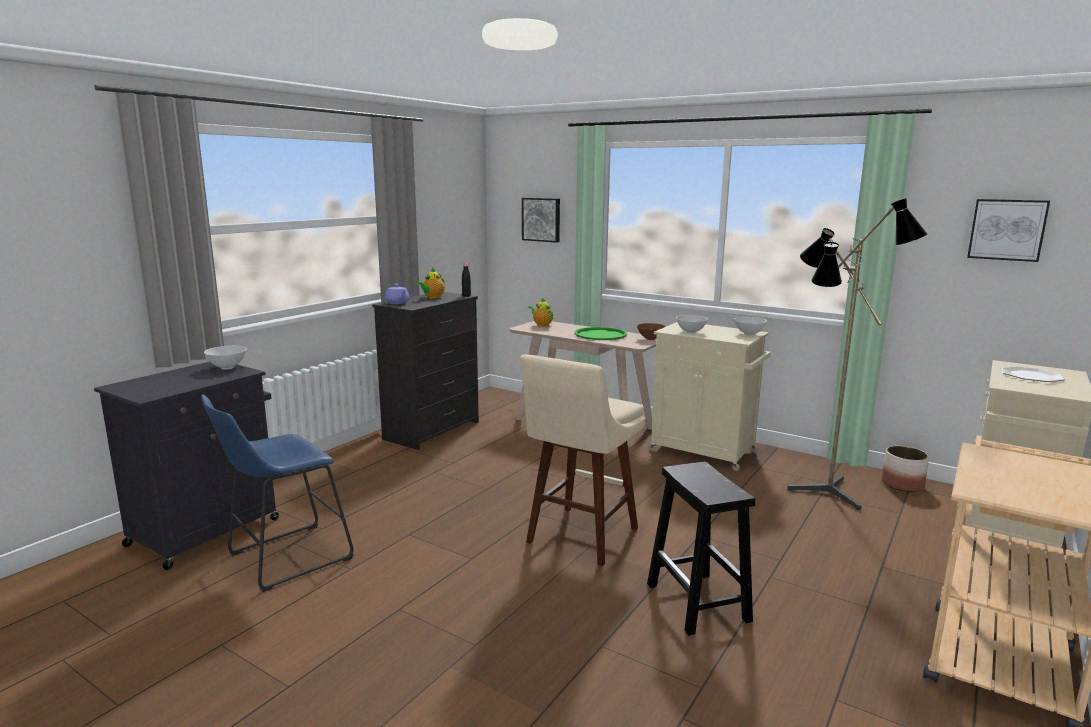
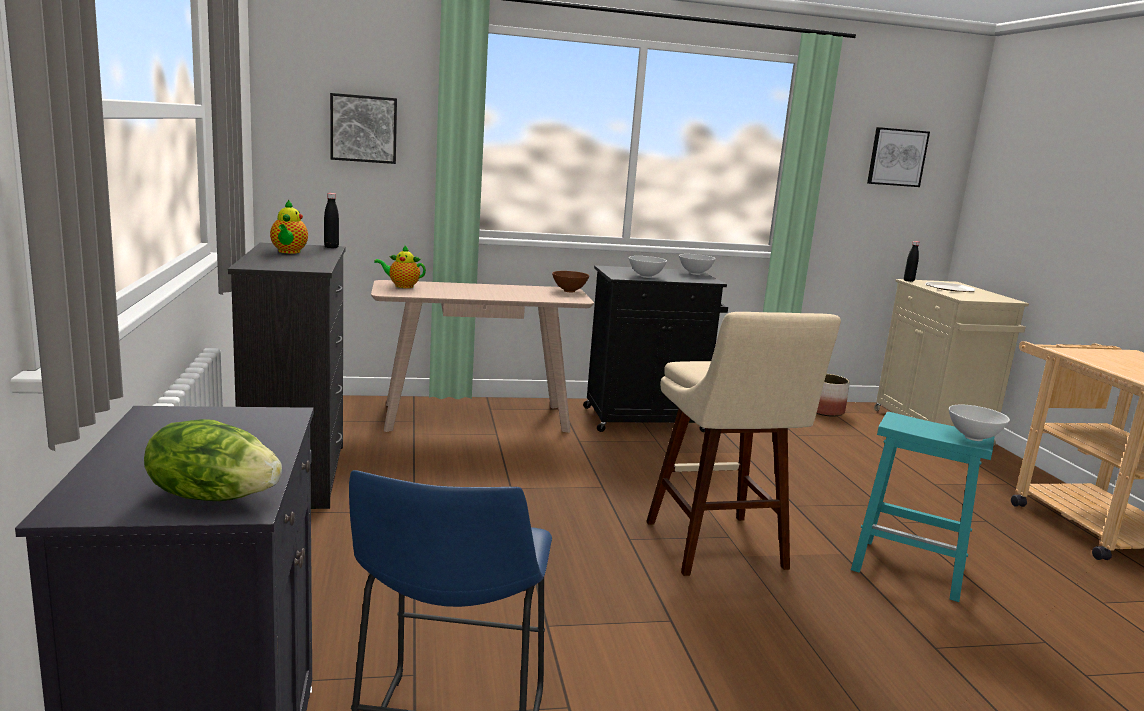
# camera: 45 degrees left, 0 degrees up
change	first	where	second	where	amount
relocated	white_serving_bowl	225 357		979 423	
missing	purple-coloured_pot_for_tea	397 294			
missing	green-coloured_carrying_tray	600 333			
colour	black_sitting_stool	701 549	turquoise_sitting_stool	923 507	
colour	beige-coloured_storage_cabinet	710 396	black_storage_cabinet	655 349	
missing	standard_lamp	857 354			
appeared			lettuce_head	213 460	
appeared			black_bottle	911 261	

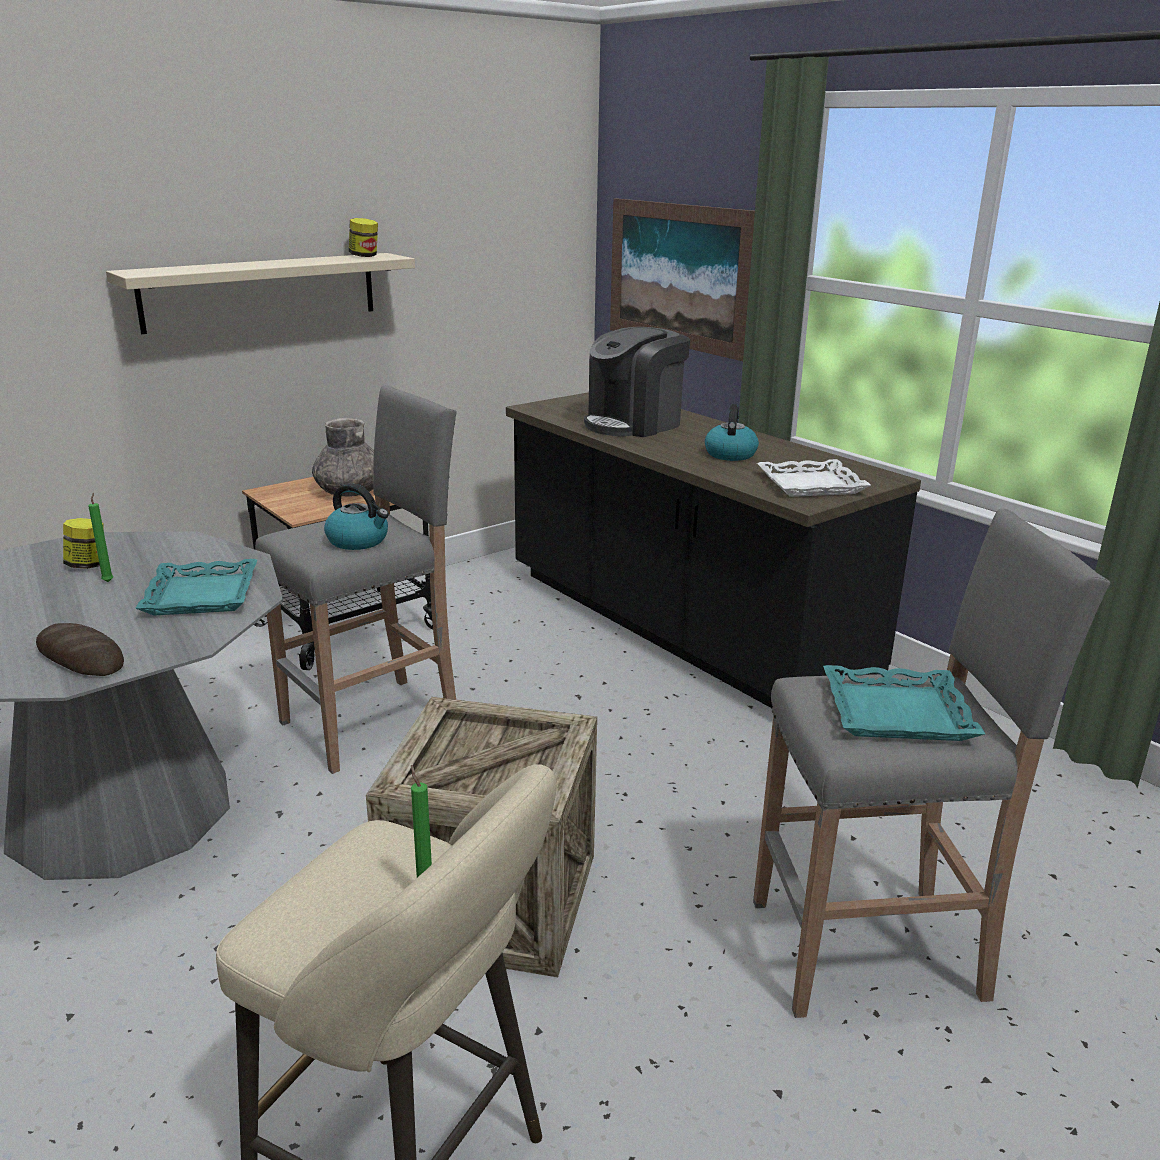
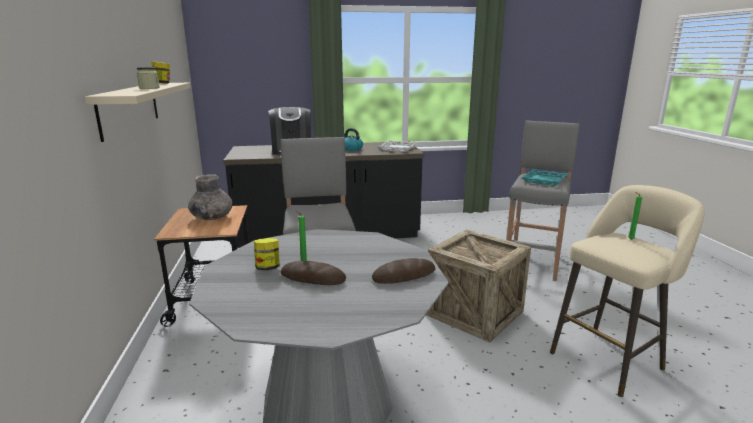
# camera: 60 degrees left, 5 degrees down
change	first	where	second	where	amount
missing	turquoise_carrying_tray	196 587			
missing	water_kettle	356 516			
missing	wall_picture	682 279			
appeared			jar	148 78	
appeared			baked_bread	313 273	

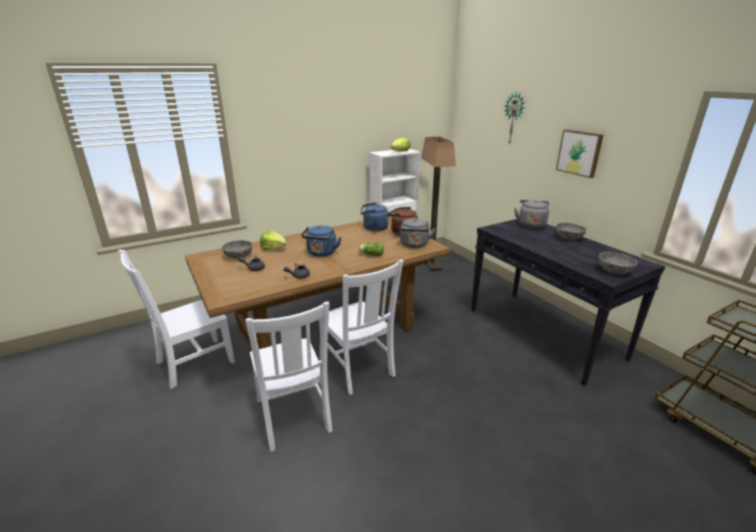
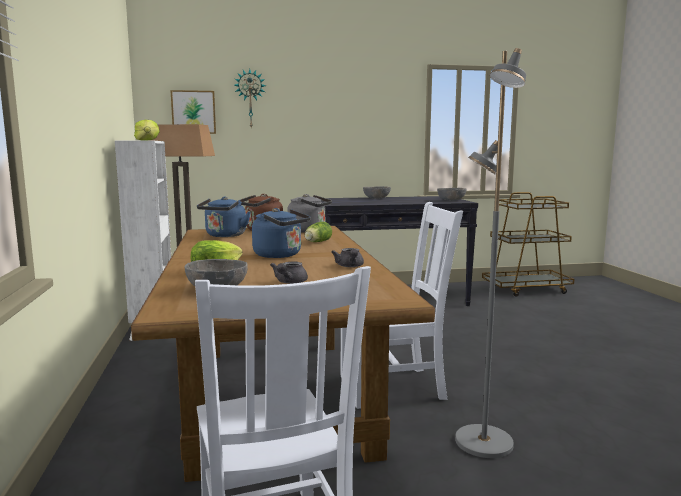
# camera: 70 degrees left, 15 degrees down
change	first	where	second	where	amount
exchanged	white_plain_chair	289 376	grey_standard_lamp	490 253	
missing	grey_water_kettle	531 214			
relocated	wall_picture	579 153		193 112	

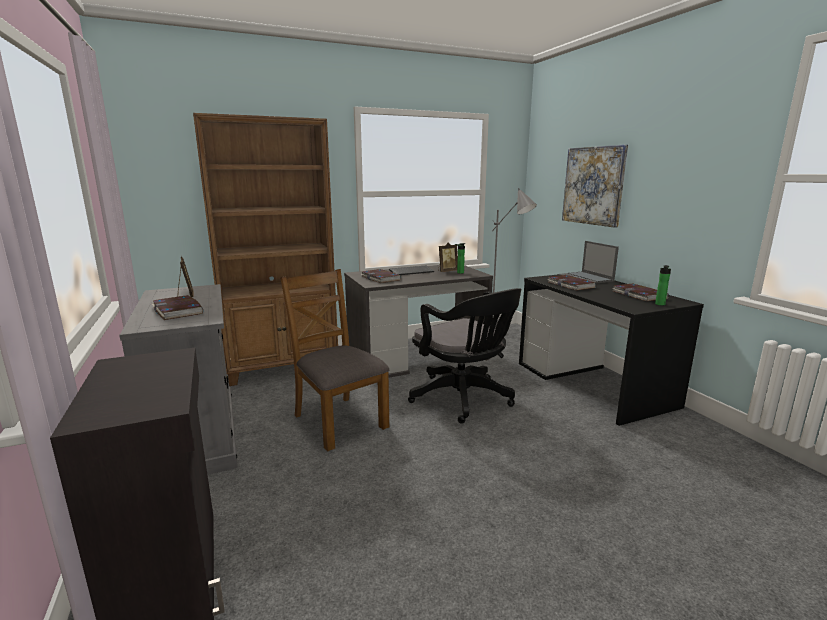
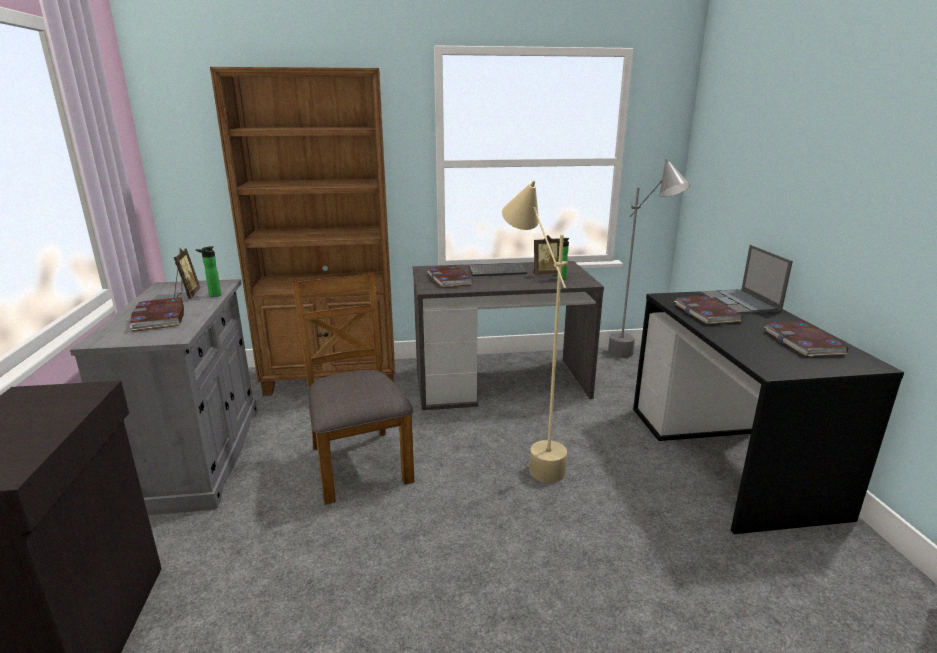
# camera: 15 degrees right, 5 degrees up
change	first	where	second	where	amount
exchanged	black_desk_chair	464 356	beige-coloured_standard_lamp	536 331	
missing	wall_picture	595 186			
relocated	bottle	663 285		208 271	

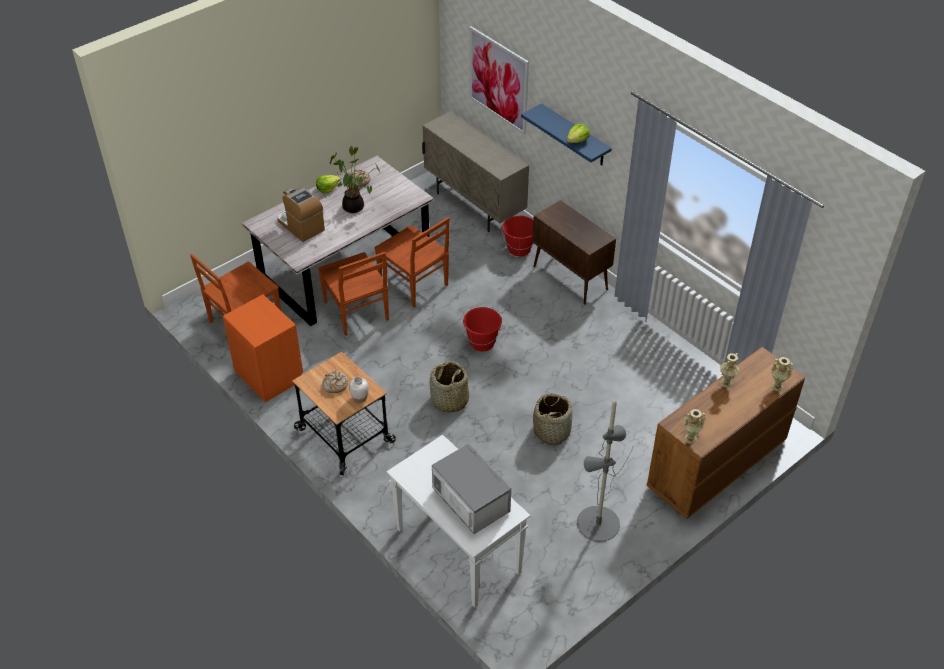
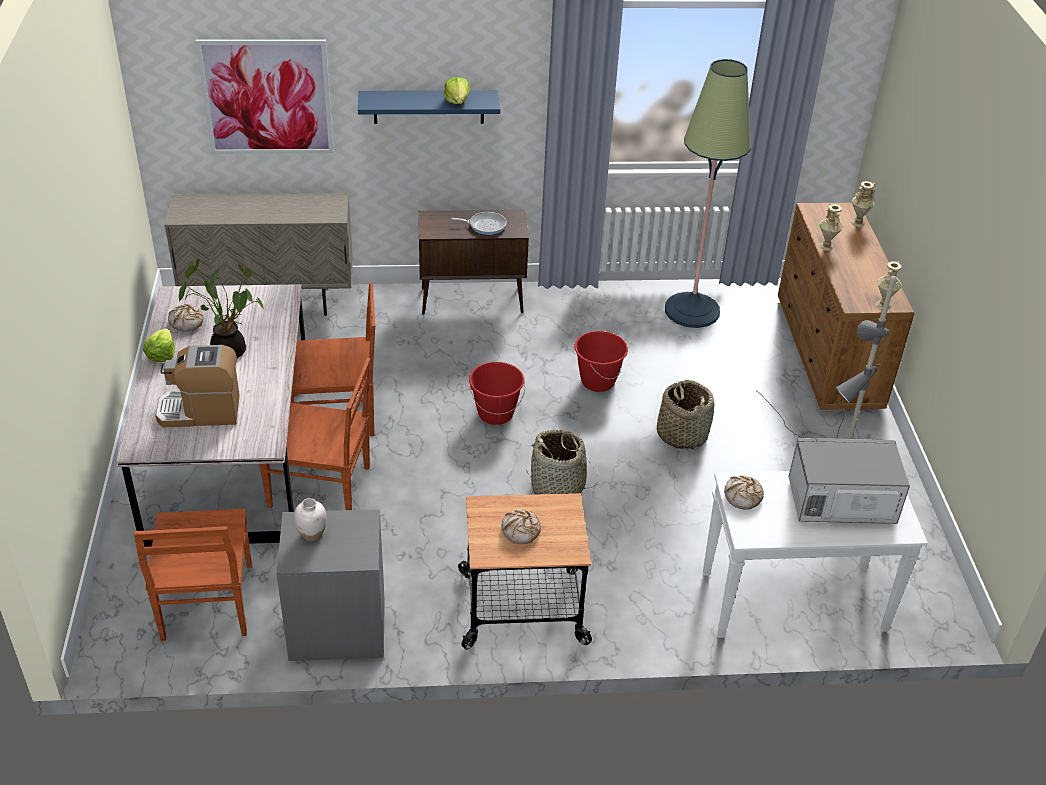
# camera: 55 degrees left, 5 degrees down
change	first	where	second	where	amount
colour	orangey_nightstand	263 348	grey_nightstand	331 585	
relocated	white_decorative_vase	359 390		310 519	
relocated	red-coloured_water_bucket	517 235		601 361	
appeared			frying_pan	479 223	
appeared			standard_lamp	708 193	
appeared			baked_bread	744 493	

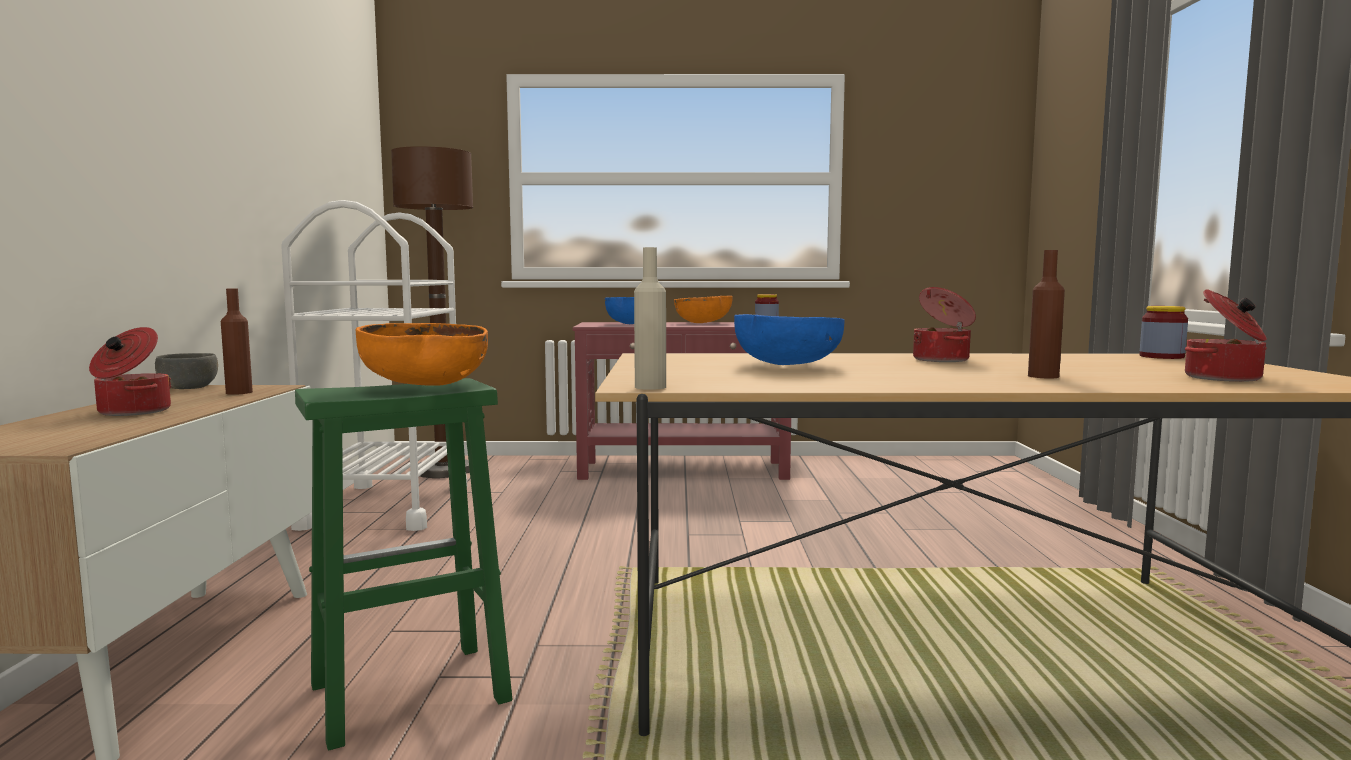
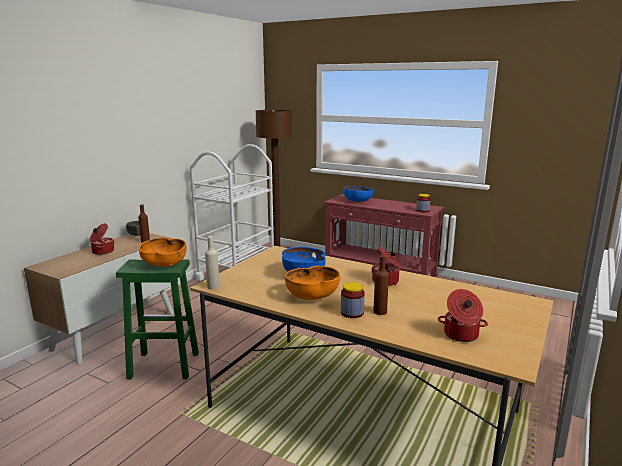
# camera: 30 degrees right, 10 degrees up
change	first	where	second	where	amount
relocated	orangey_serving_bowl	703 309		312 283	
relocated	jar	1164 332		353 300	

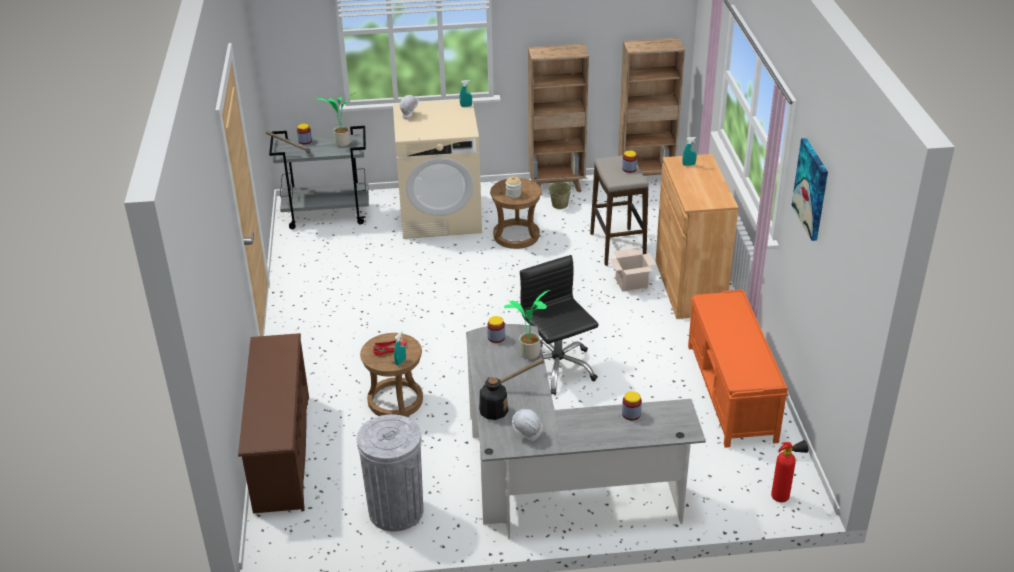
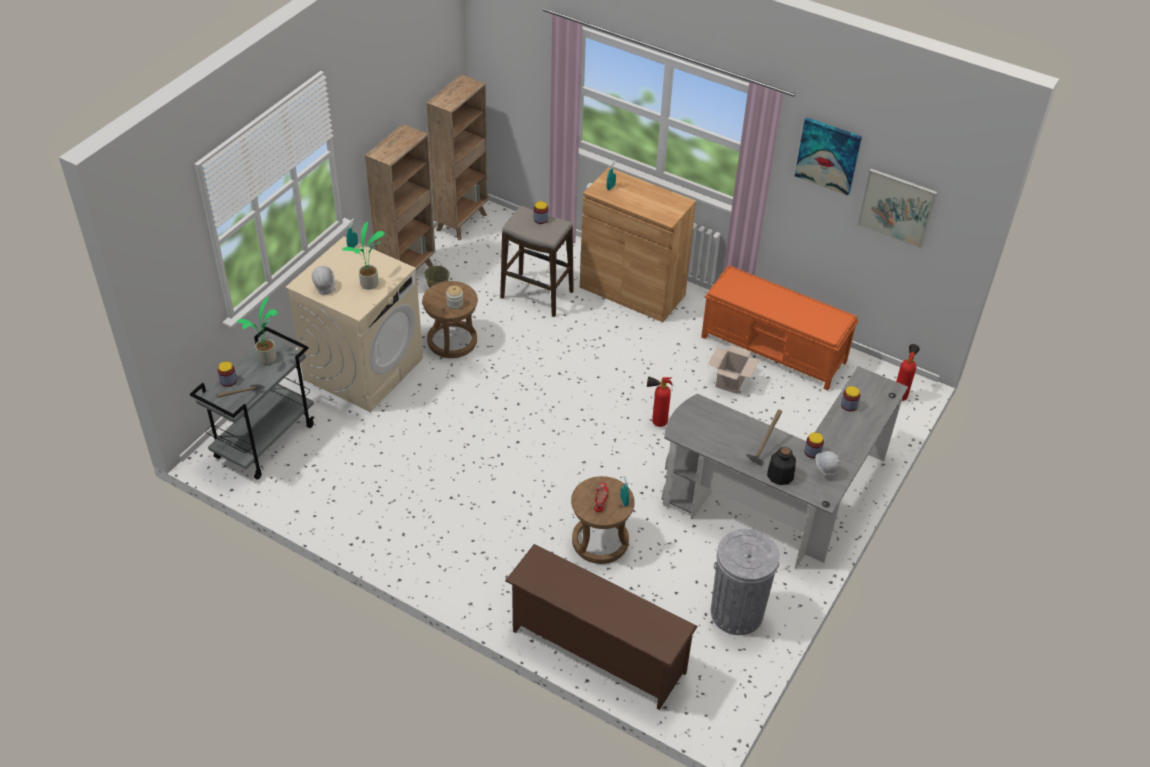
# camera: 55 degrees left, 10 degrees up
change	first	where	second	where	amount
relocated	jar	496 329		814 445	
relocated	potted_plant	527 324		363 256	
exchanged	black_desk_chair	559 325	fire_extinguisher	659 401	
relocated	carton	633 270		734 369	
appeared			wall_picture	897 209	

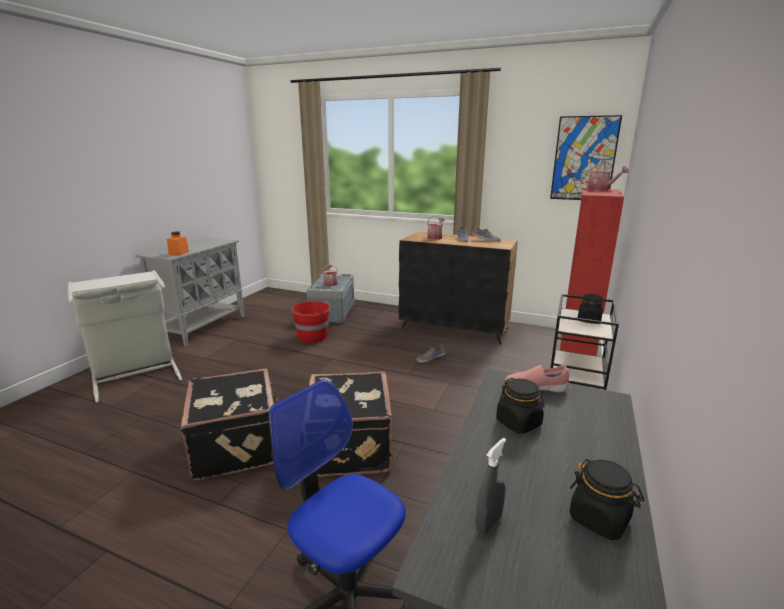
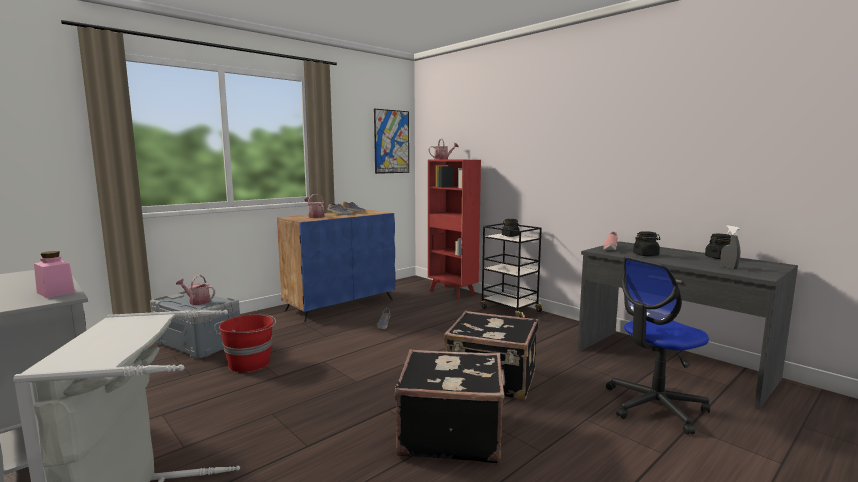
# camera: 65 degrees left, 10 degrees down
change	first	where	second	where	amount
colour	orangey_jar	178 243	pinkish_jar	54 274	
colour	black_storage_cabinet	458 288	blue-coloured_storage_cabinet	336 265	

